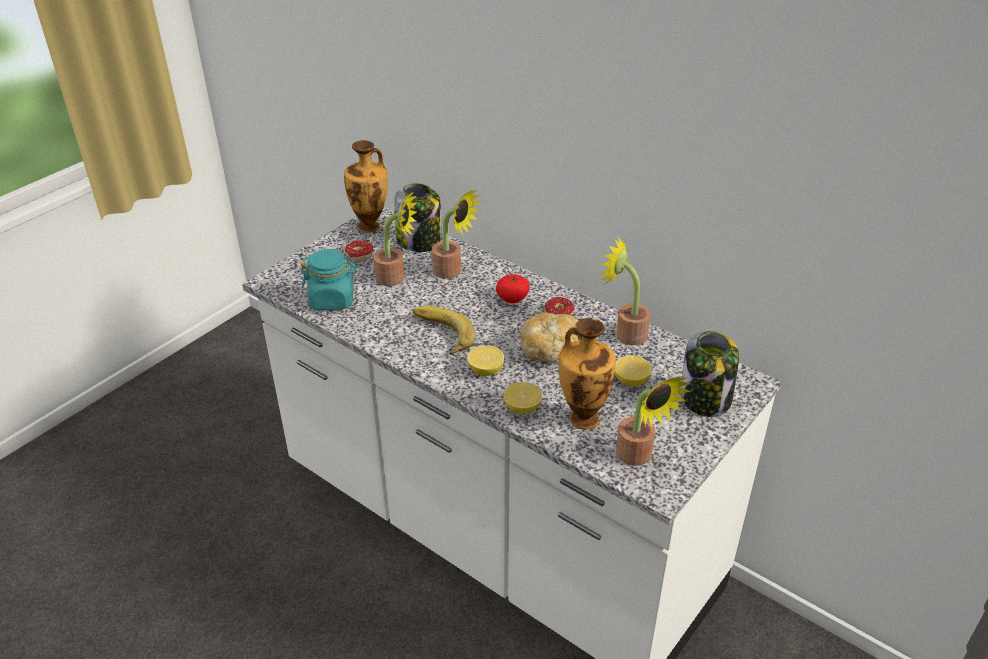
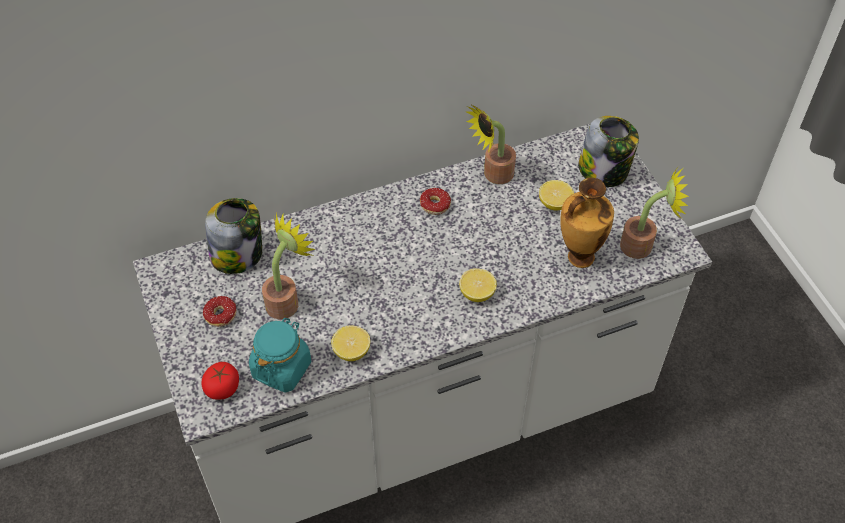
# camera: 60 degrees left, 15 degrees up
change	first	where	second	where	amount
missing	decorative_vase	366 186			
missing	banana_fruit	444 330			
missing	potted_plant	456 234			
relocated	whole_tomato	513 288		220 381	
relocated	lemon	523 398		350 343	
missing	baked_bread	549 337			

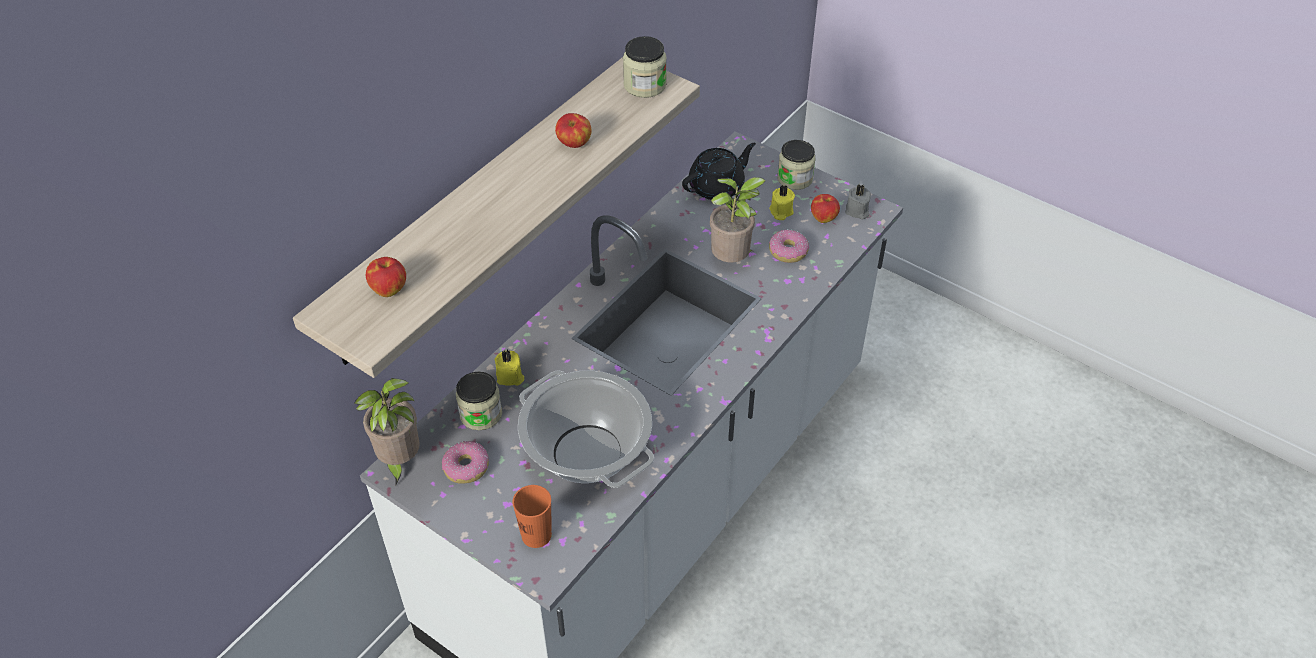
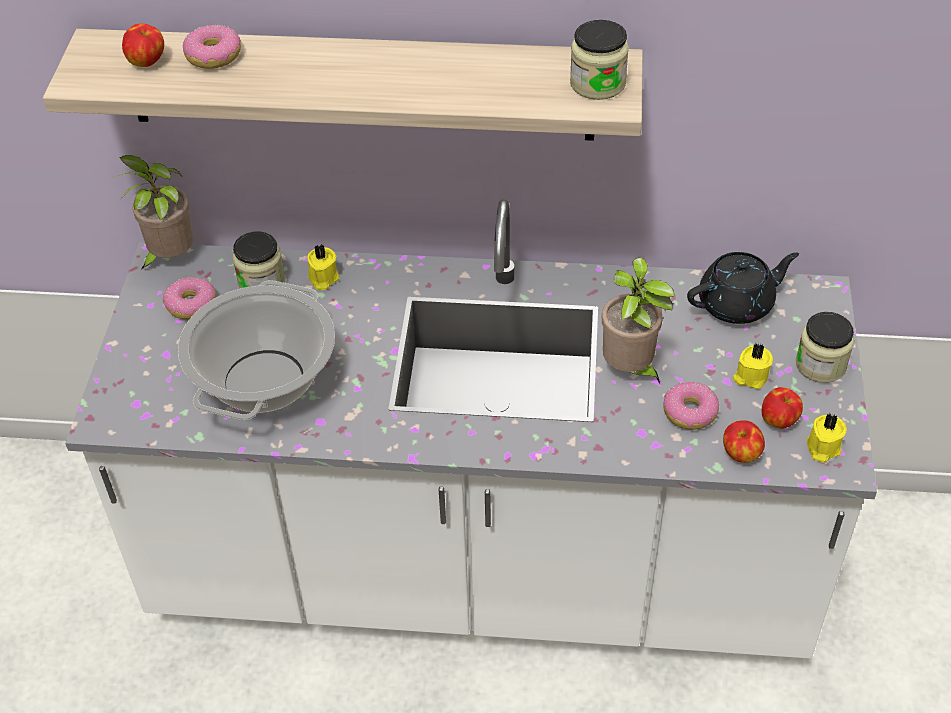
# camera: 60 degrees right, 0 degrees up
change	first	where	second	where	amount
missing	orangey_small_cup	532 516			
relocated	whole_apple	573 130		744 442	
spun	black_pot_for_tea	719 171		743 288	45 degrees counterclockwise
colour	grey_wax_candle	858 201	yellow-coloured_wax_candle	826 437	
appeared			ring_doughnut	212 47	

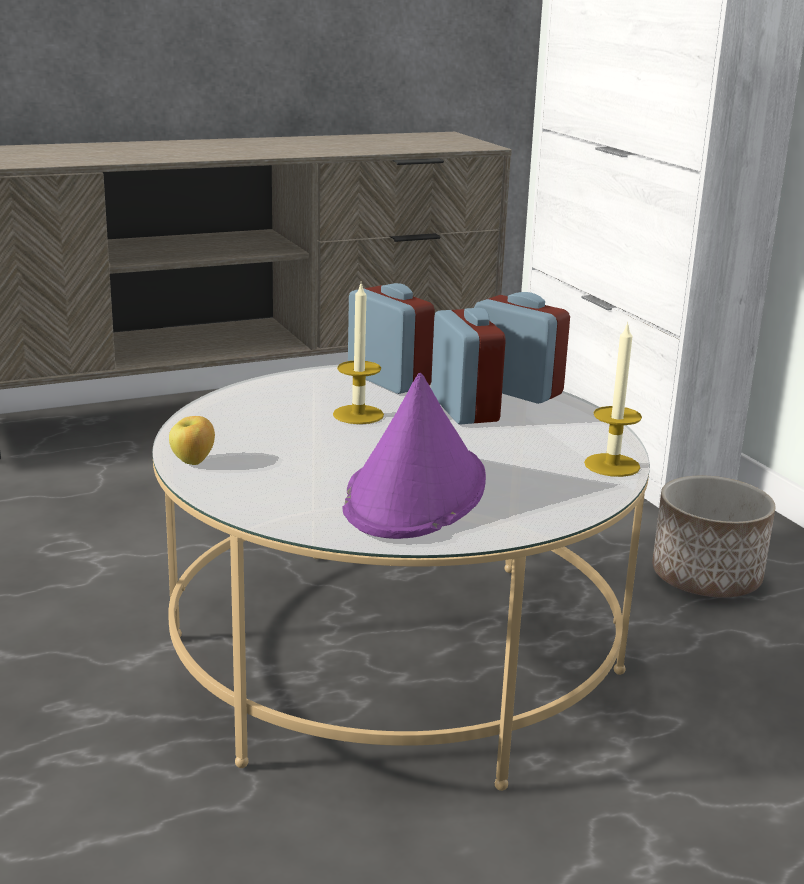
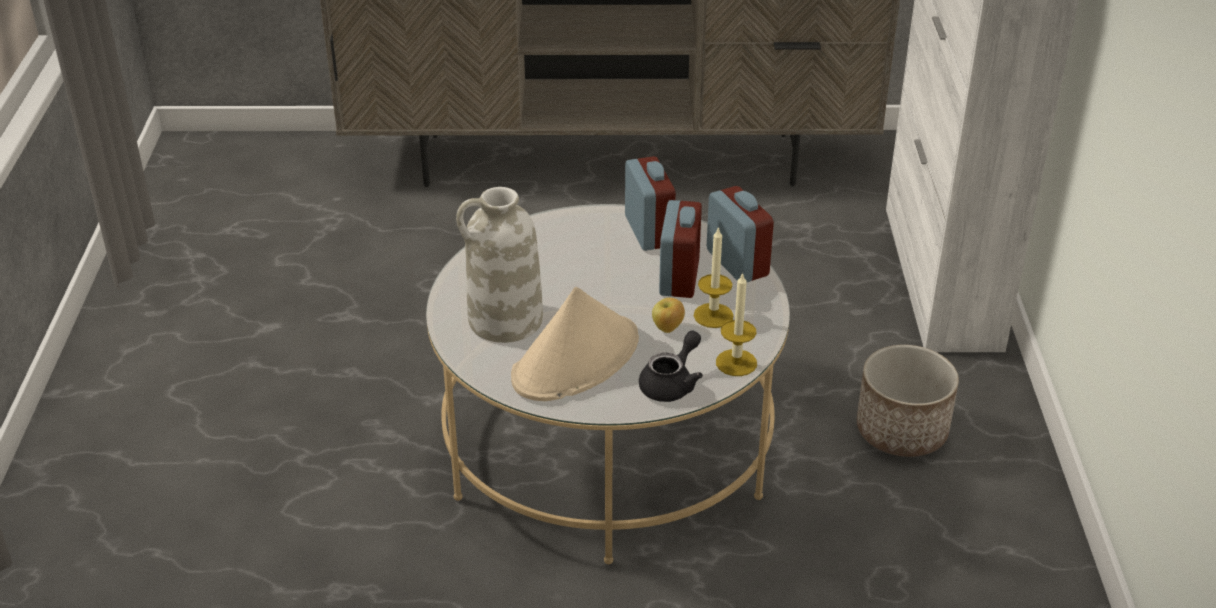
# camera: 25 degrees right, 15 degrees up
change	first	where	second	where	amount
relocated	whole_apple	192 440		668 315	
relocated	wax_candle	358 354		713 277	
colour	purple-coloured_wearable_hat	414 456	beige-coloured_wearable_hat	575 344	
appeared			white_decorative_vase	499 265	
appeared			black_pot_for_tea	671 366	

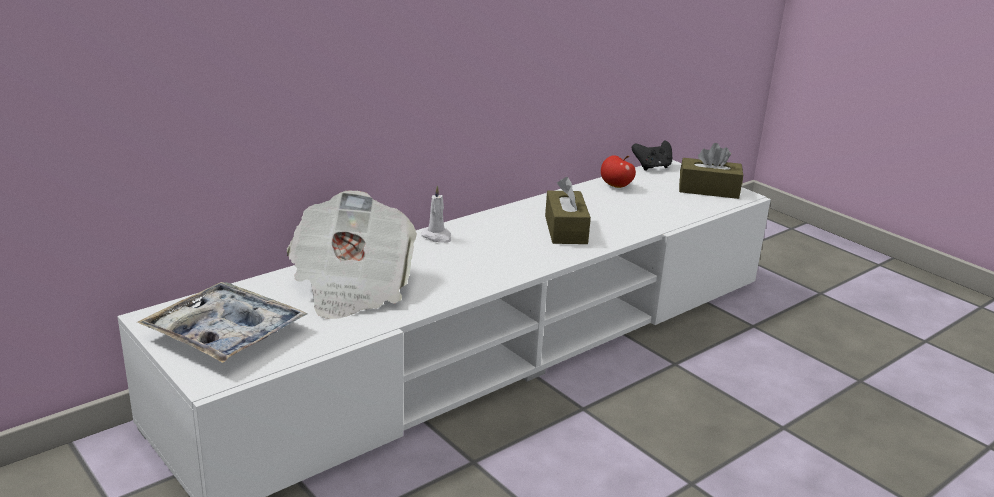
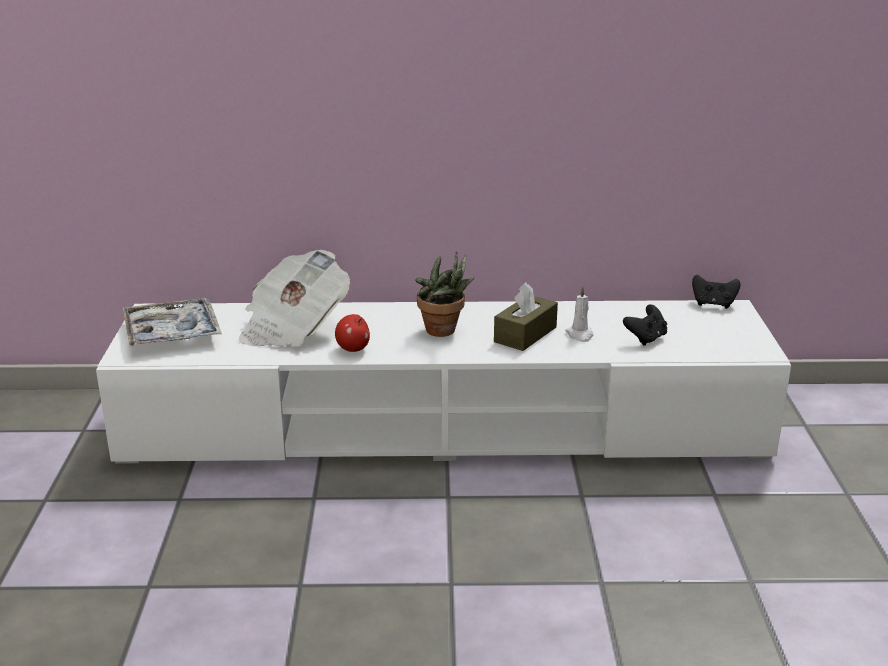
# camera: 40 degrees right, 0 degrees up
change	first	where	second	where	amount
relocated	white_wax_candle	436 214		579 314	
relocated	whole_apple	618 171		352 333	
missing	brown_tissue_holder	711 171			
appeared			potted_plant	444 294	
appeared			black_game_controller	645 325	

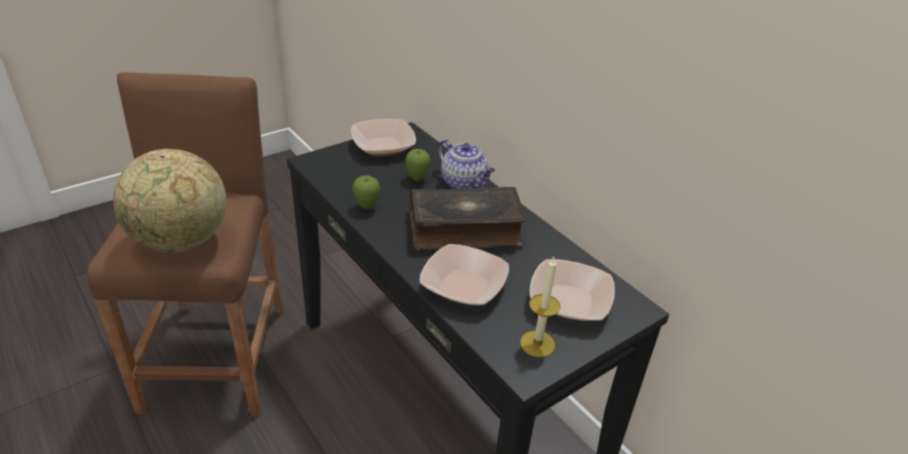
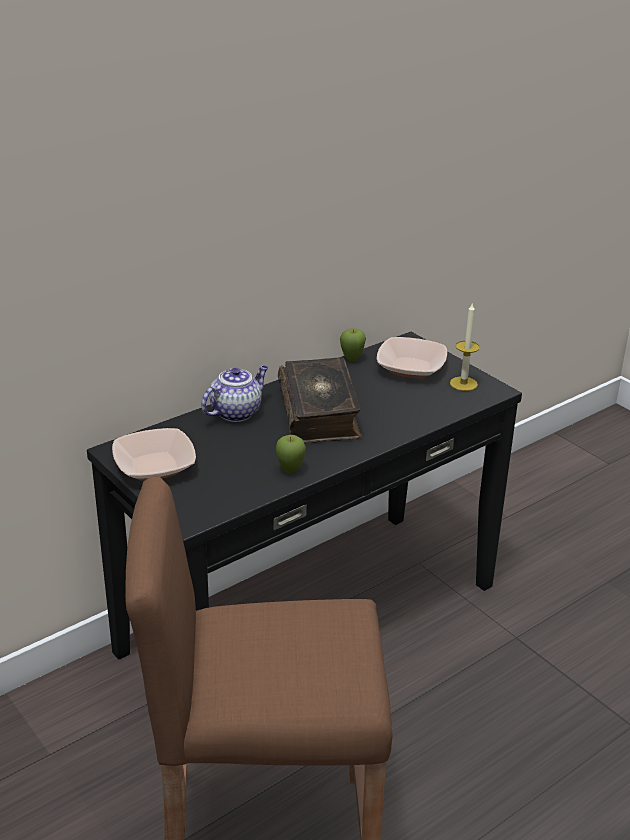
# camera: 90 degrees left, 5 degrees down
change	first	where	second	where	amount
missing	desk_globe	169 201			
relocated	whole_apple	418 165		353 344	
missing	serving_bowl	464 274			

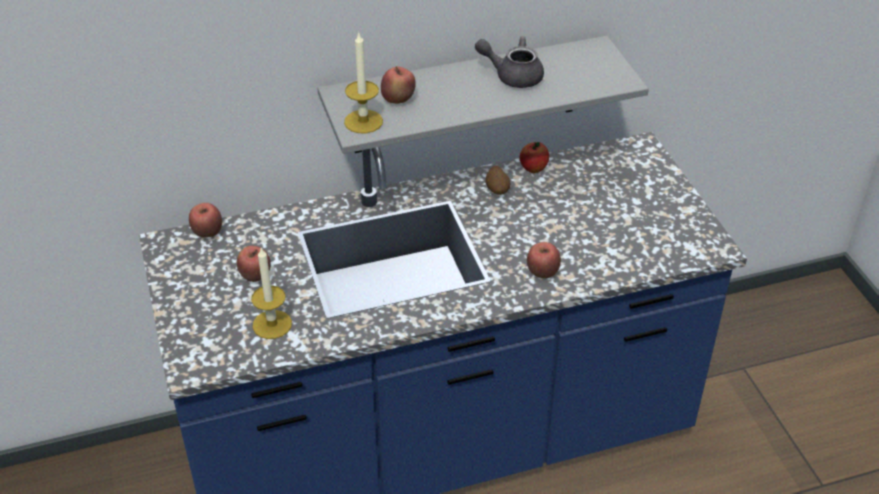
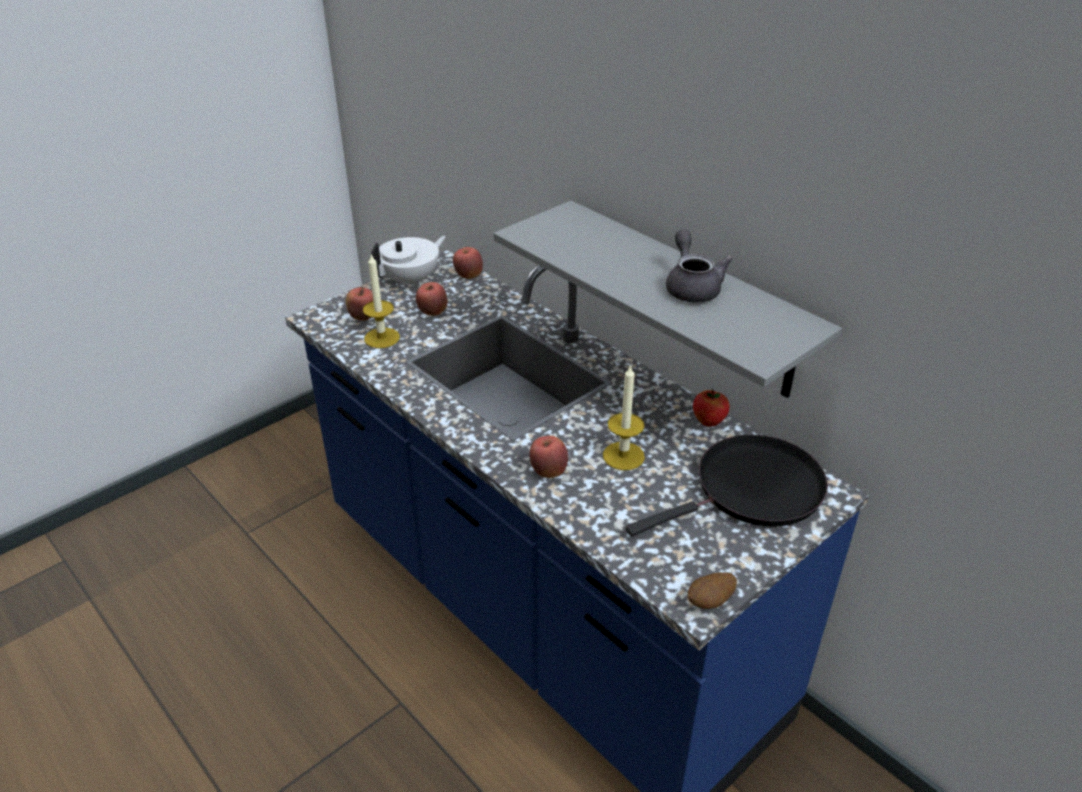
# camera: 65 degrees right, 5 degrees down
change	first	where	second	where	amount
relocated	wax_candle	363 82		624 417	
relocated	whole_apple	398 85		359 304	
relocated	potato	498 180		712 590	
appeared			white_pot_for_tea	408 261	
appeared			black_frying_pan	727 485	

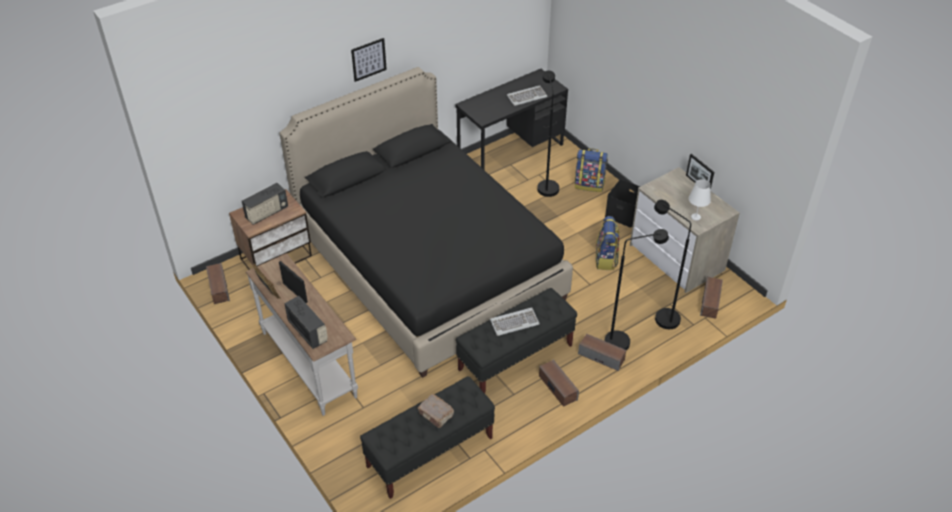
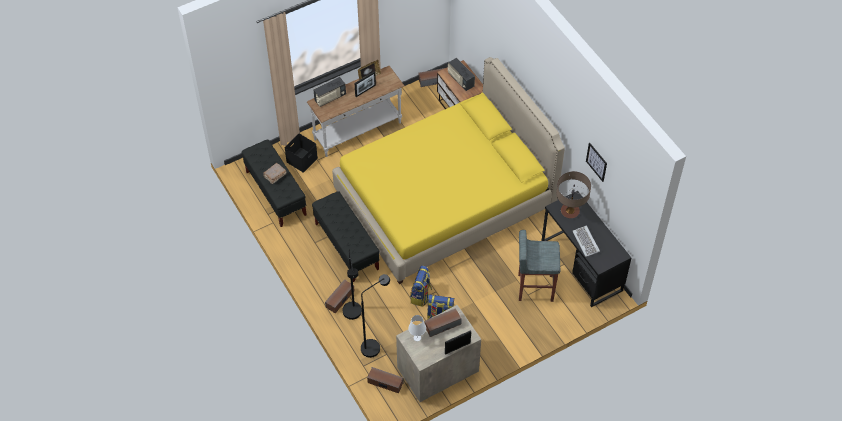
# camera: 95 degrees right, 10 degrees up
change	first	where	second	where	amount
colour	black_sleeping_bed	426 222	yellow-coloured_sleeping_bed	448 170	
relocated	wall_picture	369 60		596 162	
missing	PC_keyboard	515 322			
exchanged	black_standard_lamp	548 134	grey_sitting_stool	539 266	
relocated	loudspeaker	559 383		443 322	
relocated	backpack	591 170		421 286	
relocated	black_storage_box	622 203		301 153	
appeared			lamp_for_a_table	573 194	

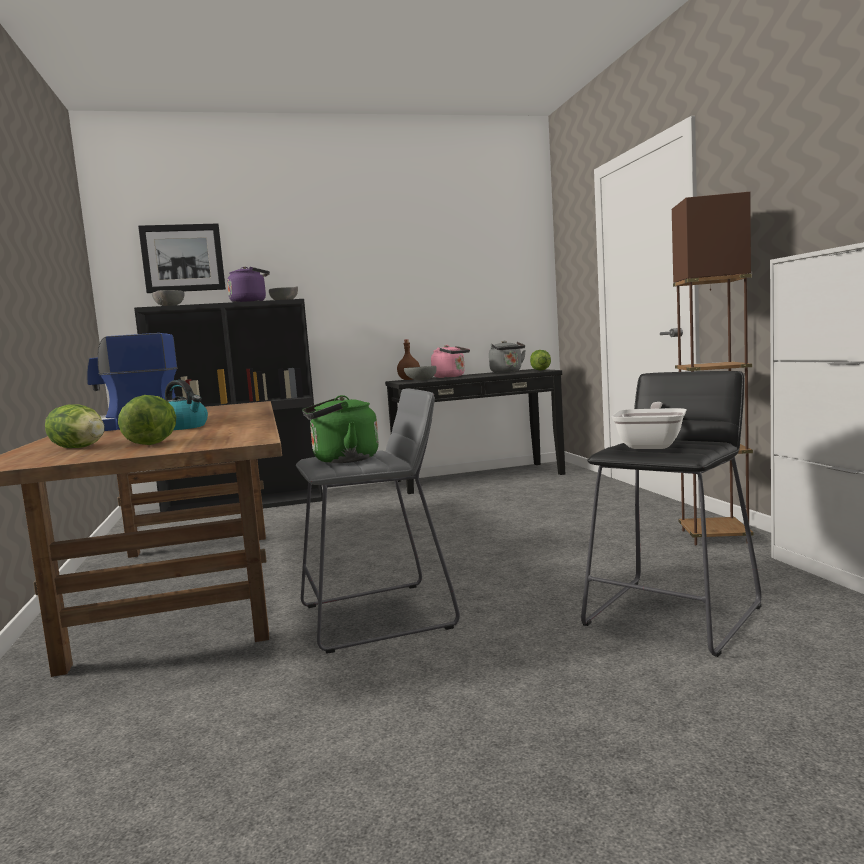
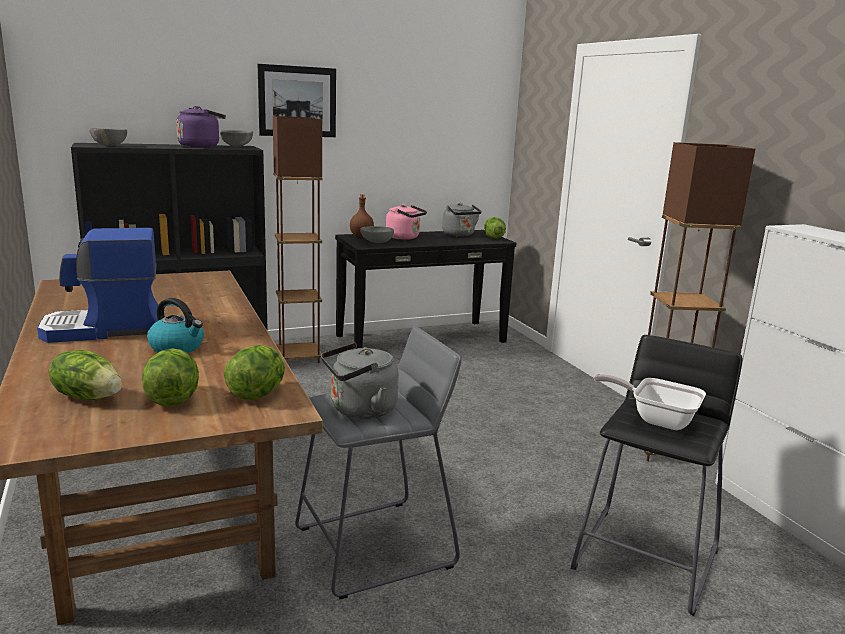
# camera: 10 degrees left, 10 degrees up
change	first	where	second	where	amount
relocated	wall_picture	182 258		297 100	
colour	green-coloured_water_kettle	340 429	grey_water_kettle	360 381	
spun	frying_pan	649 425		649 402	75 degrees counterclockwise
appeared			lettuce_head	254 372	
appeared			brown_standard_lamp	297 239	

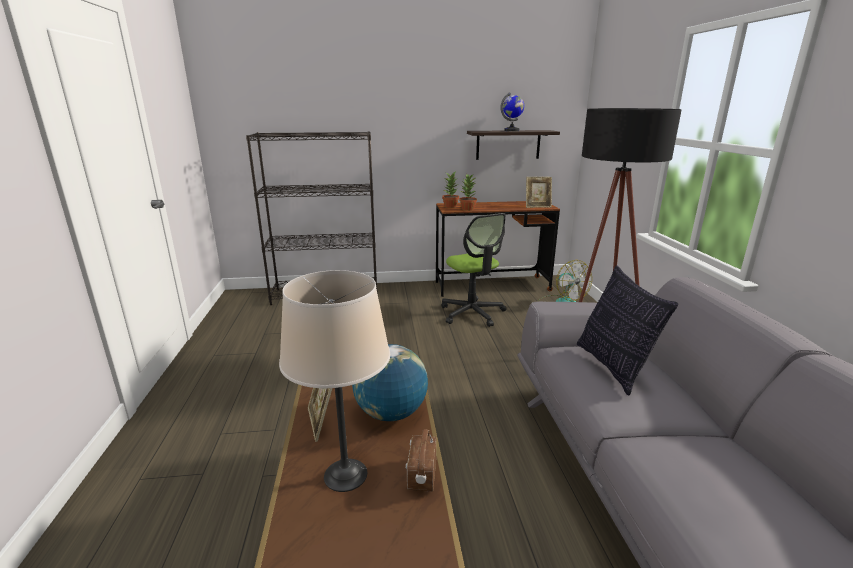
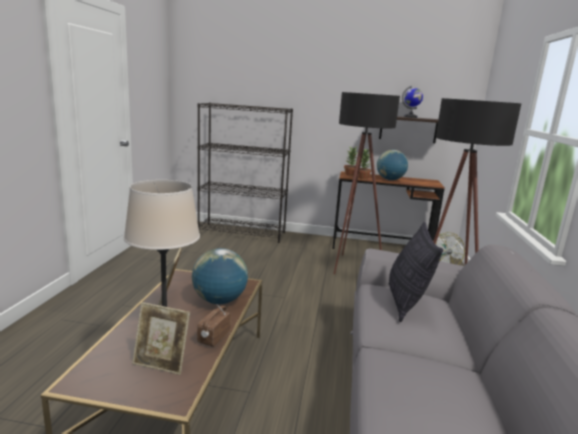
# camera: 15 degrees right, 5 degrees down
change	first	where	second	where	amount
exchanged	desk_chair	474 270	black_standard_lamp	367 183	
relocated	standing_frame	539 192		161 338	
appeared			desk_globe	392 165	

